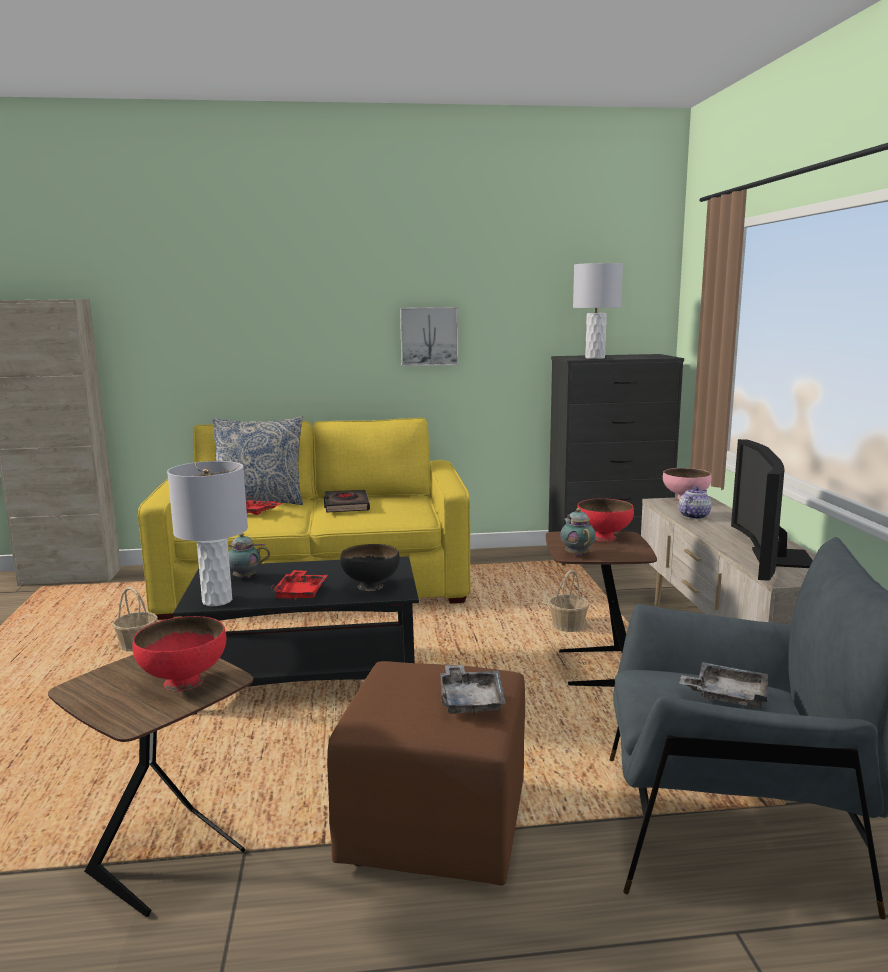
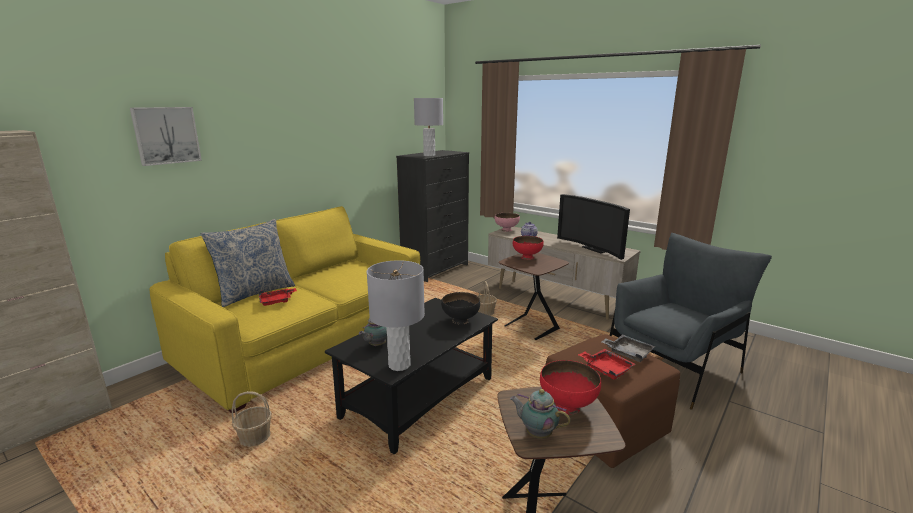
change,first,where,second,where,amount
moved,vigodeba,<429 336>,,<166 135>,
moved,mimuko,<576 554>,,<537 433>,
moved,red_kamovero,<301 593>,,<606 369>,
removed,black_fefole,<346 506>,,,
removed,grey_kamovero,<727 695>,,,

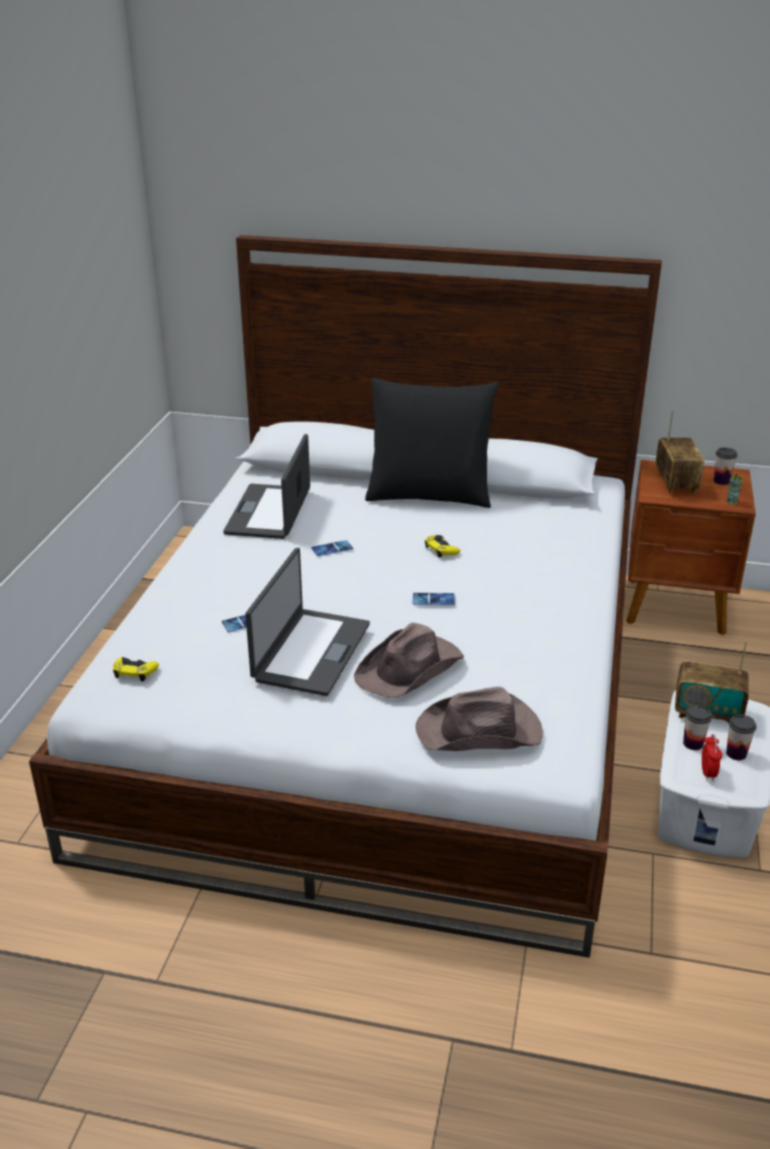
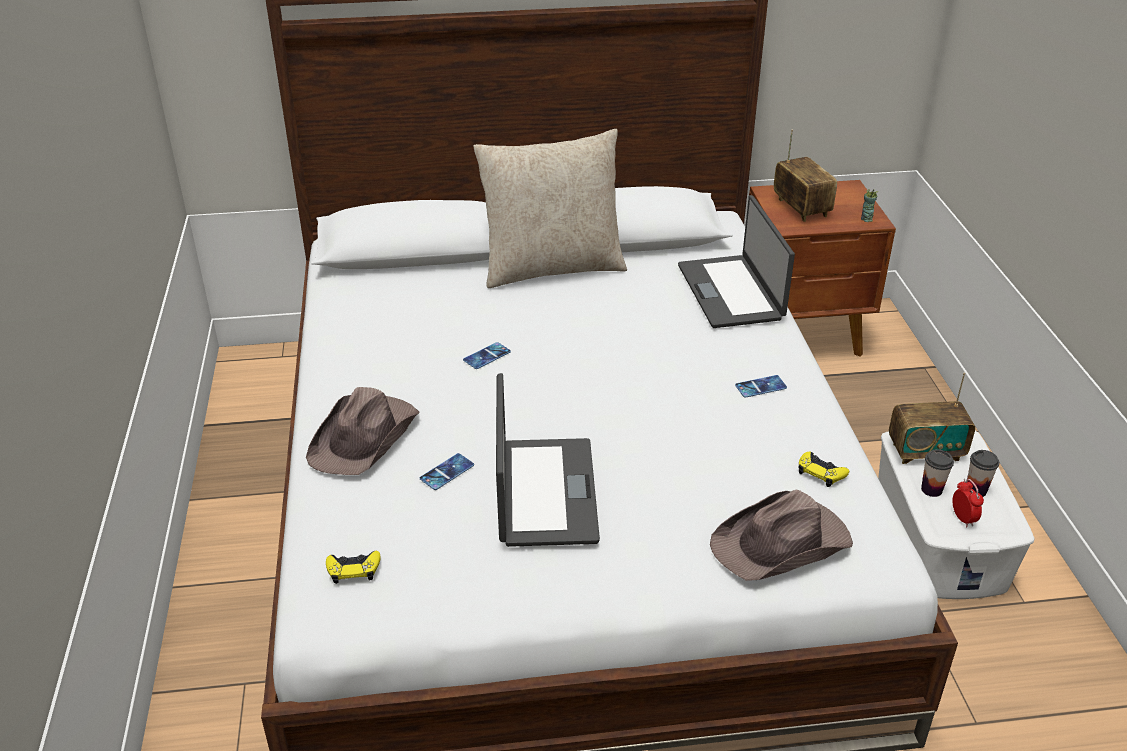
change,first,where,second,where,amount
moved,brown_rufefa,<410 668>,,<365 437>,
recoloured,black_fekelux,<429 495>,beige_fekelux,<552 267>,
moved,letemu,<270 512>,,<731 292>,
moved,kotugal,<433 599>,,<760 387>,
moved,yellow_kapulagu,<441 549>,,<821 472>,
removed,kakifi,<721 481>,,,

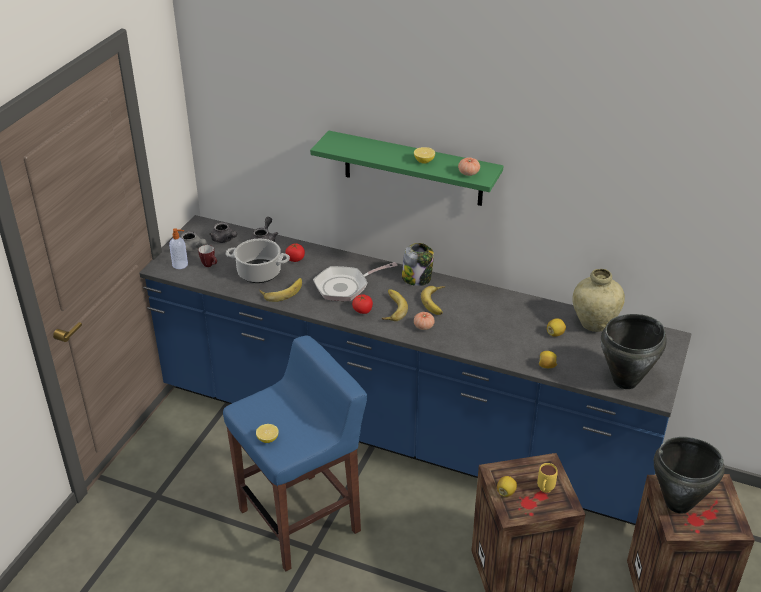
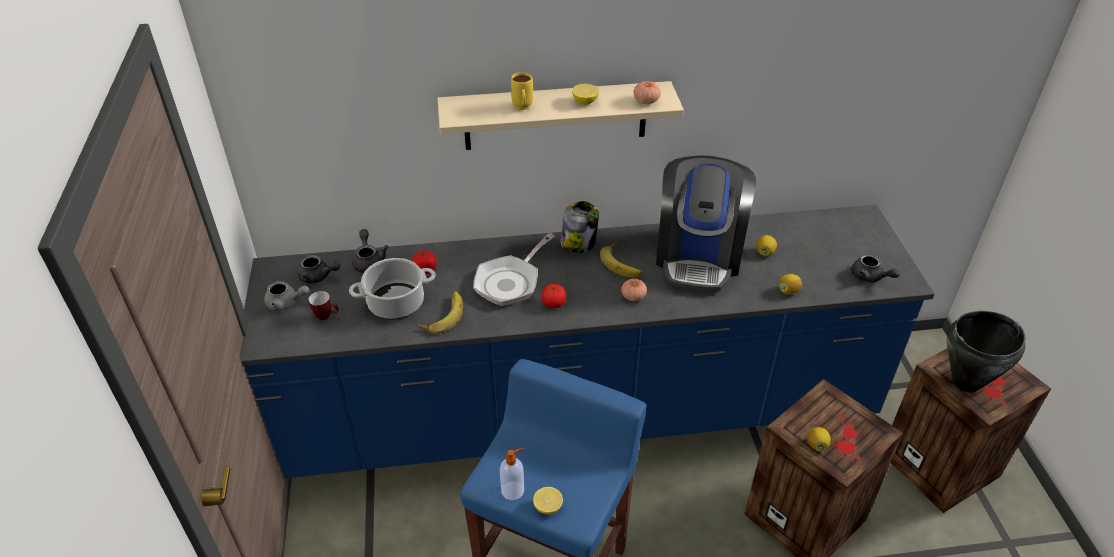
change,first,where,second,where,amount
recoloured,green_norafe,<413 169>,beige_norafe,<555 116>,
moved,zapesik,<180 265>,,<513 490>,
moved,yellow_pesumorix,<544 490>,,<522 108>,
added,,,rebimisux,<698 255>,
replaced,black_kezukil,<626 381>,grey_mimuko,<870 277>,
removed,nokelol,<391 308>,,,
removed,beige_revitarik,<594 323>,,,

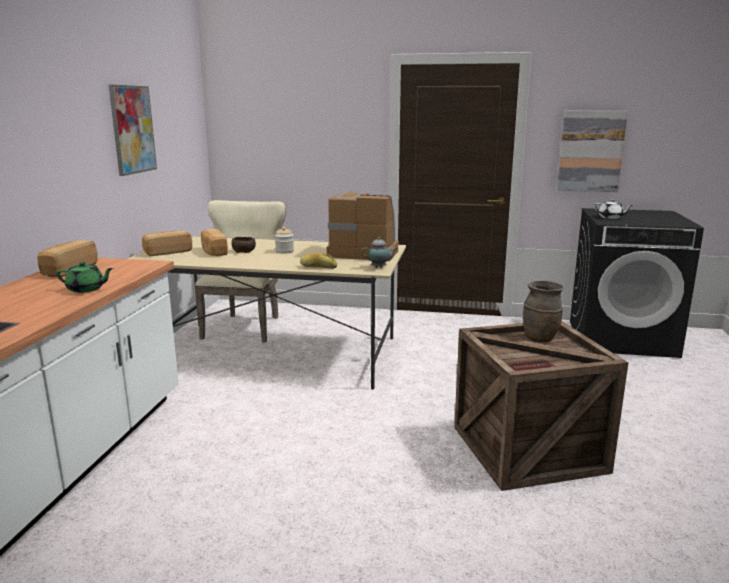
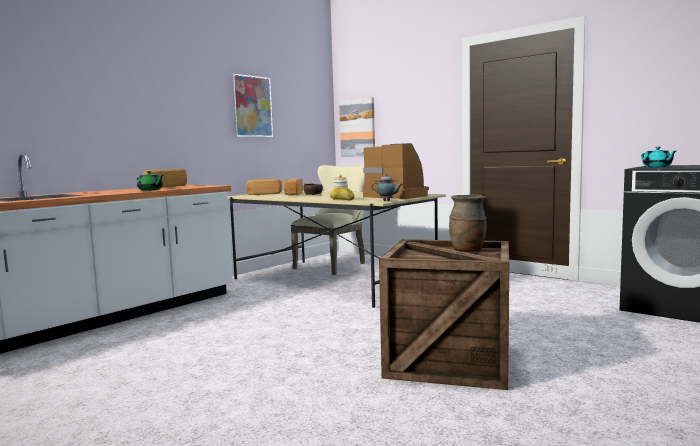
change,first,where,second,where,amount
moved,vigodeba,<590 151>,,<358 127>,
recoloured,white_mimuko,<611 217>,turquoise_mimuko,<657 167>,

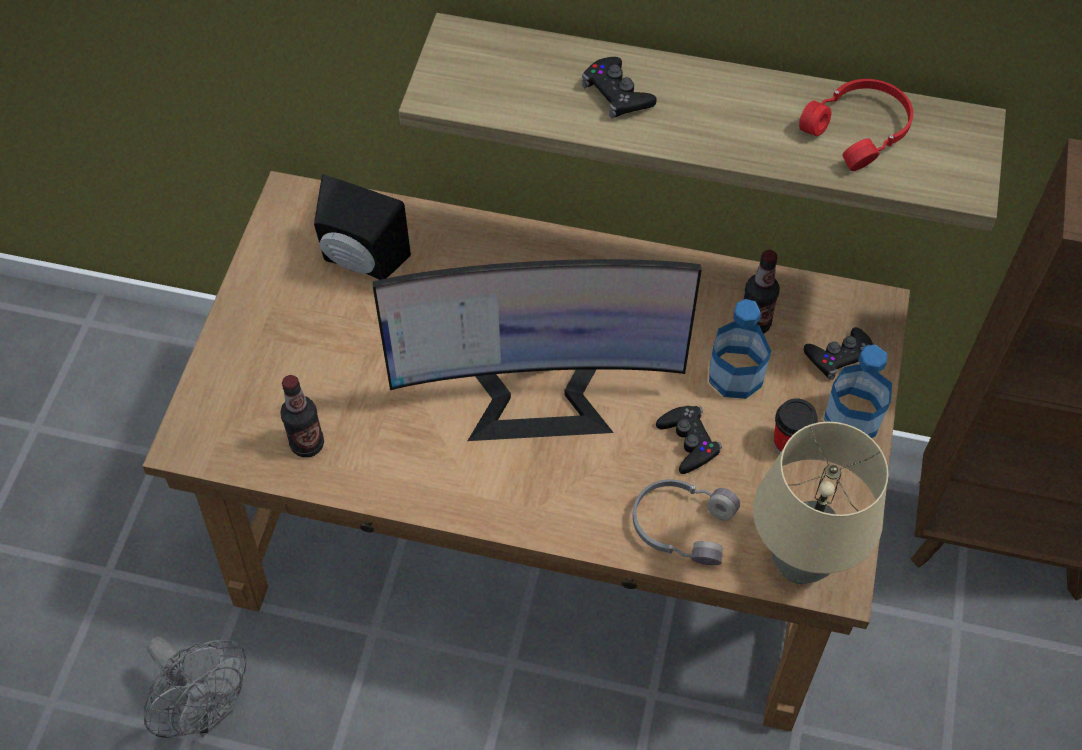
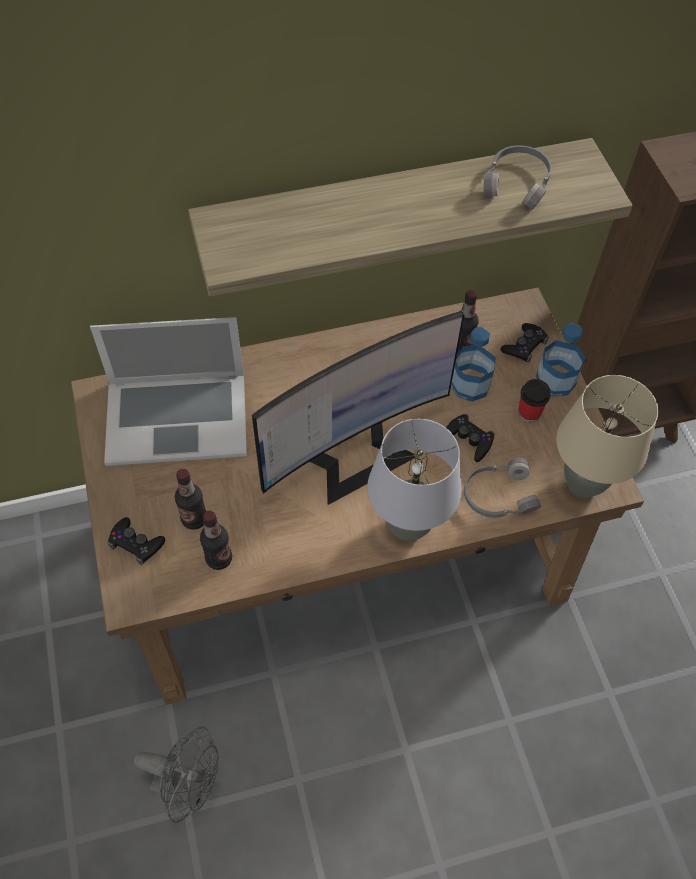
change,first,where,second,where,amount
replaced,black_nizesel,<360 262>,letemu,<177 417>,
moved,black_kapulagu,<617 94>,,<136 543>,
added,,,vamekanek,<194 519>,
added,,,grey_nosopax,<407 527>,
recoloured,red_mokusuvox,<860 131>,grey_mokusuvox,<518 183>,

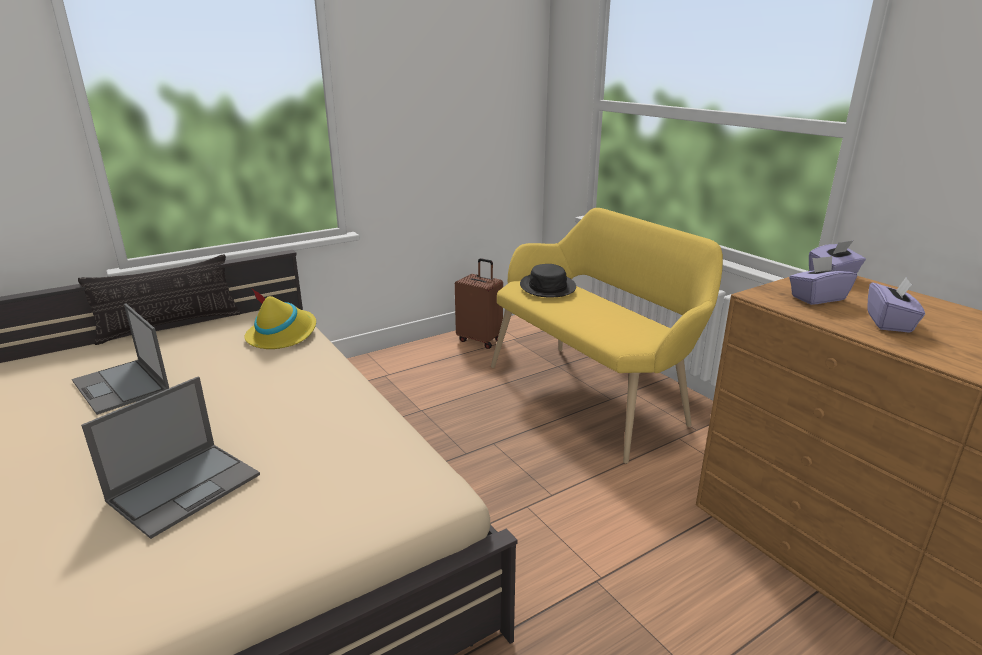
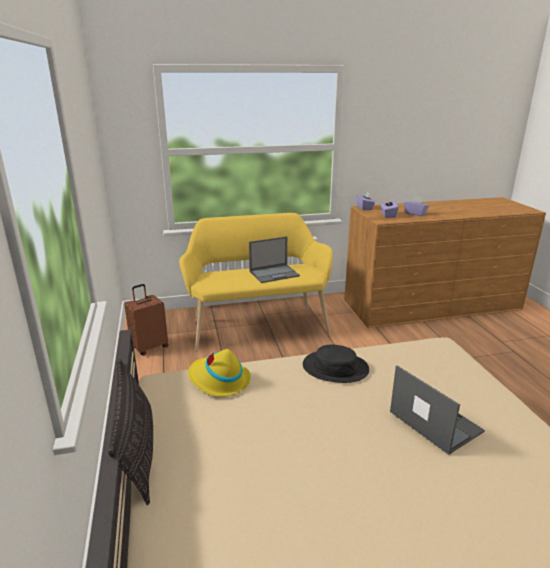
change,first,where,second,where,amount
moved,letemu,<122 386>,,<274 274>,
moved,black_rufefa,<548 287>,,<335 367>,

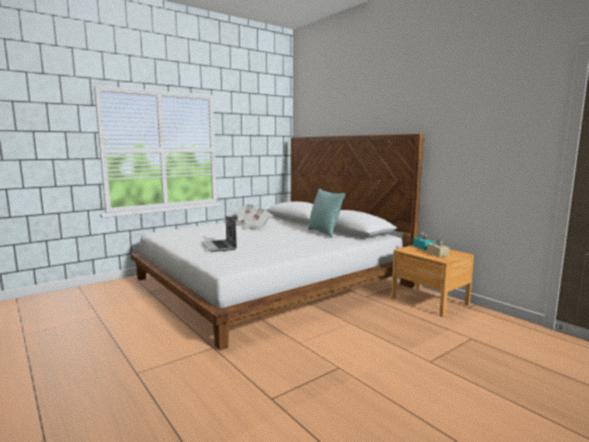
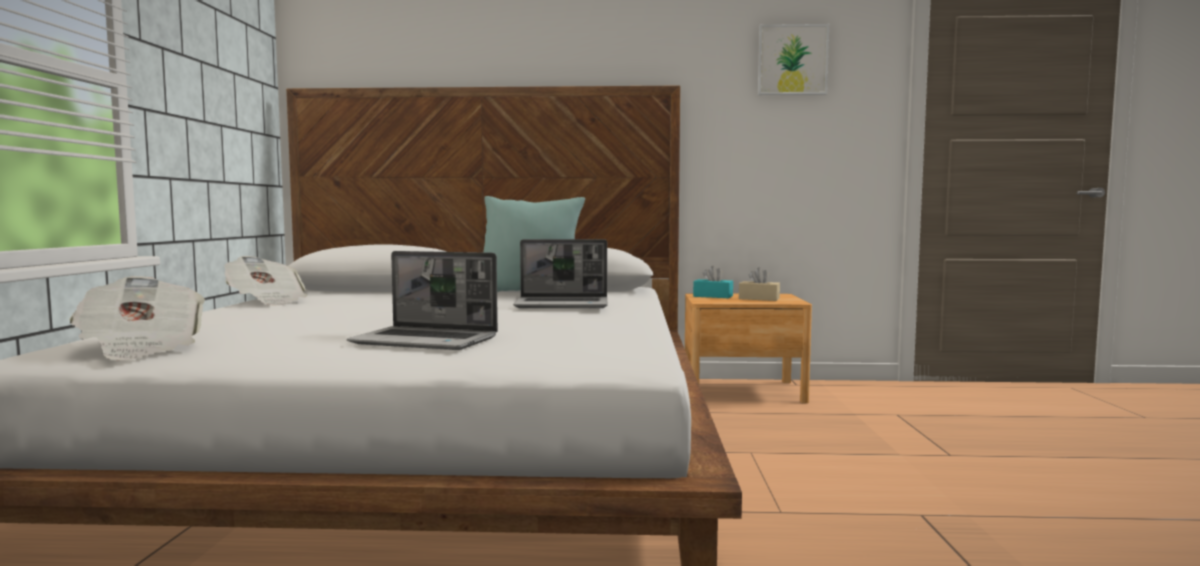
change,first,where,second,where,amount
moved,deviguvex,<256 226>,,<141 348>,
added,,,letemu,<563 305>,
added,,,vigodeba,<792 60>,

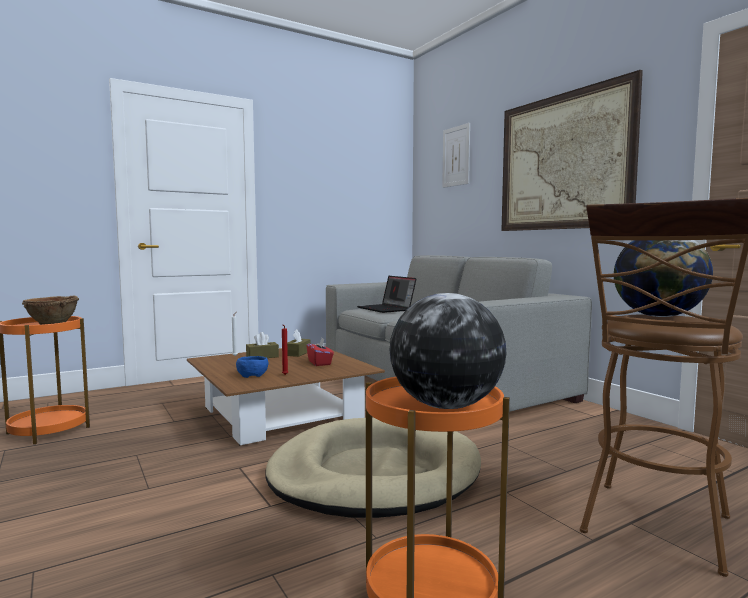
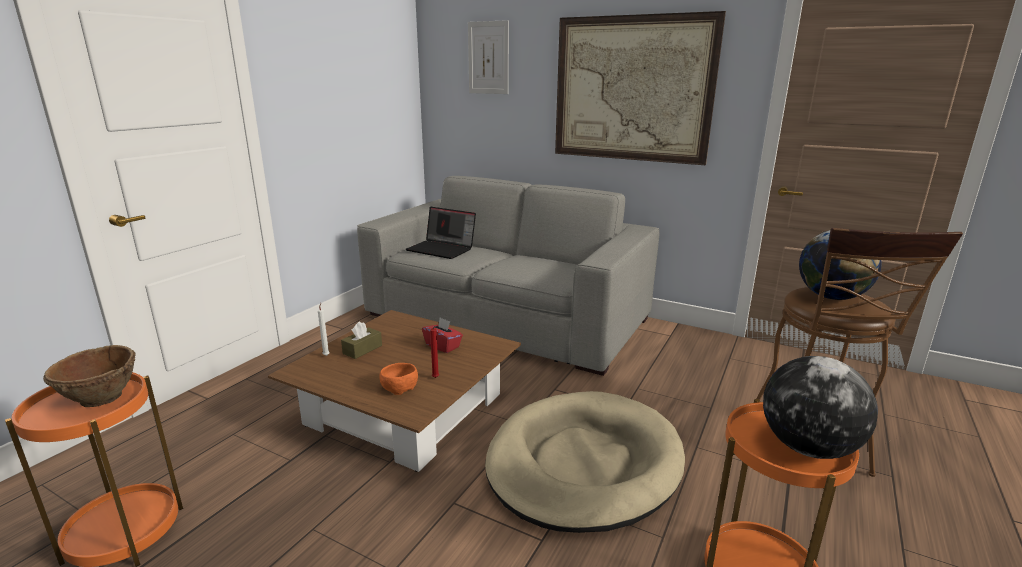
change,first,where,second,where,amount
recoloured,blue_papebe,<252 374>,orange_papebe,<399 387>,
removed,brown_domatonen,<298 353>,,,

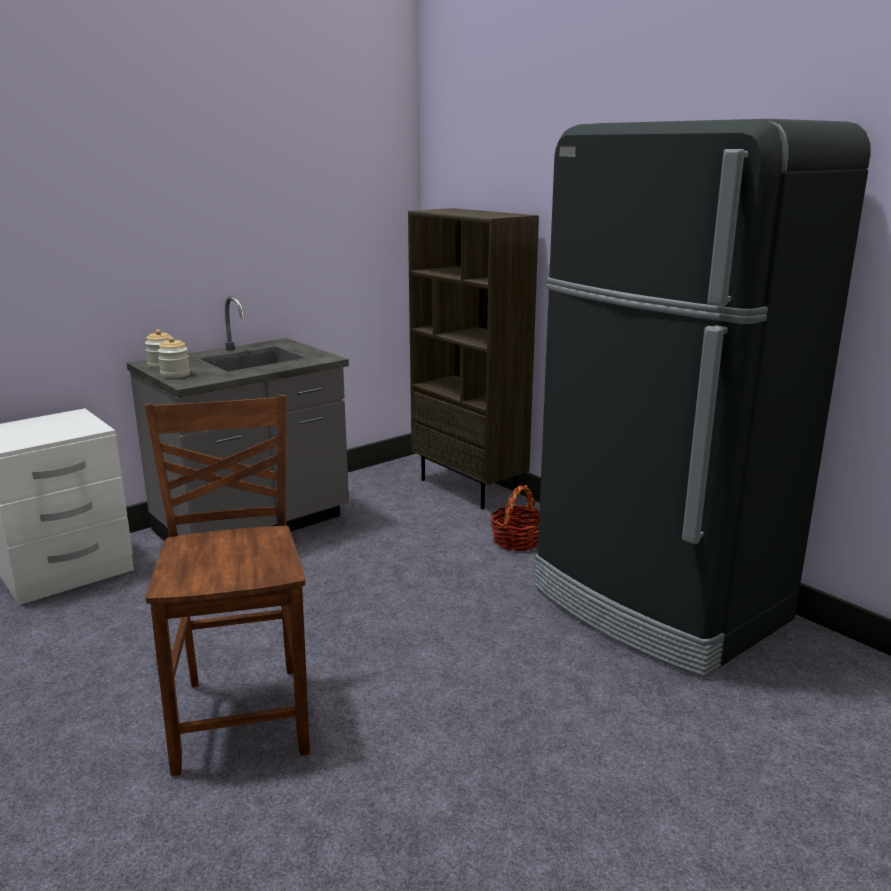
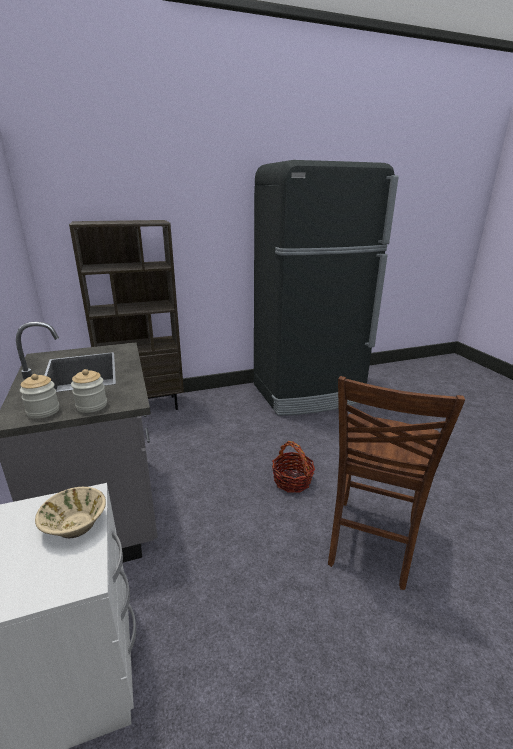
change,first,where,second,where,amount
added,,,beige_papebe,<75 525>,
moved,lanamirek,<517 541>,,<292 481>,
turned,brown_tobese,<244 715>,,<370 543>,75 degrees counterclockwise

